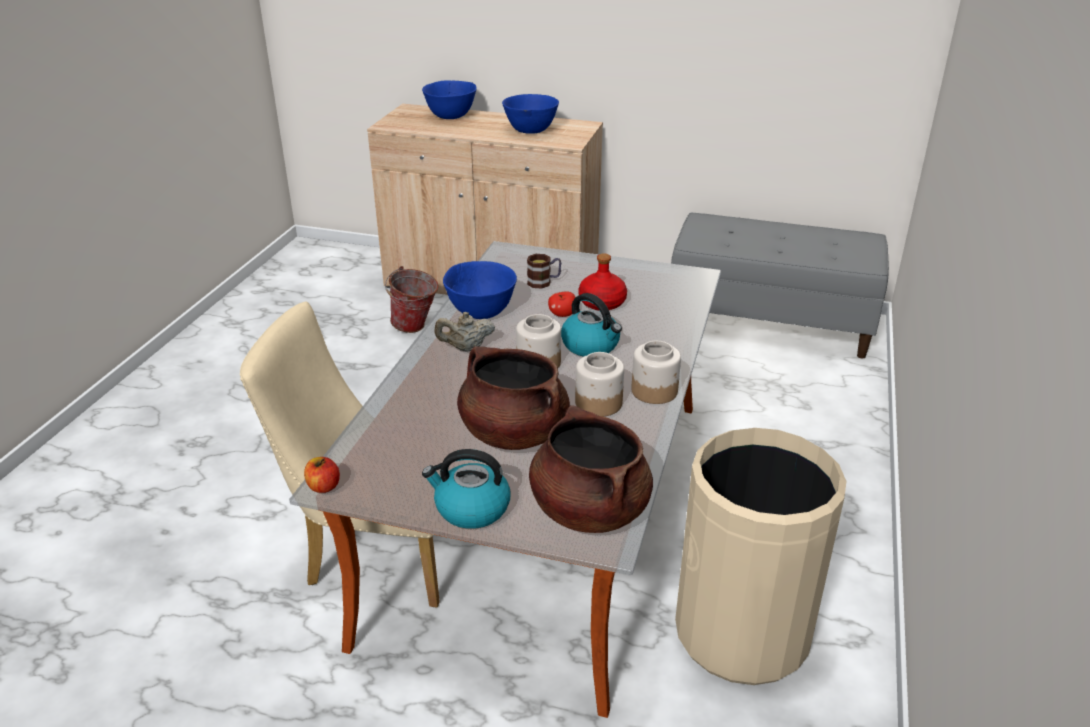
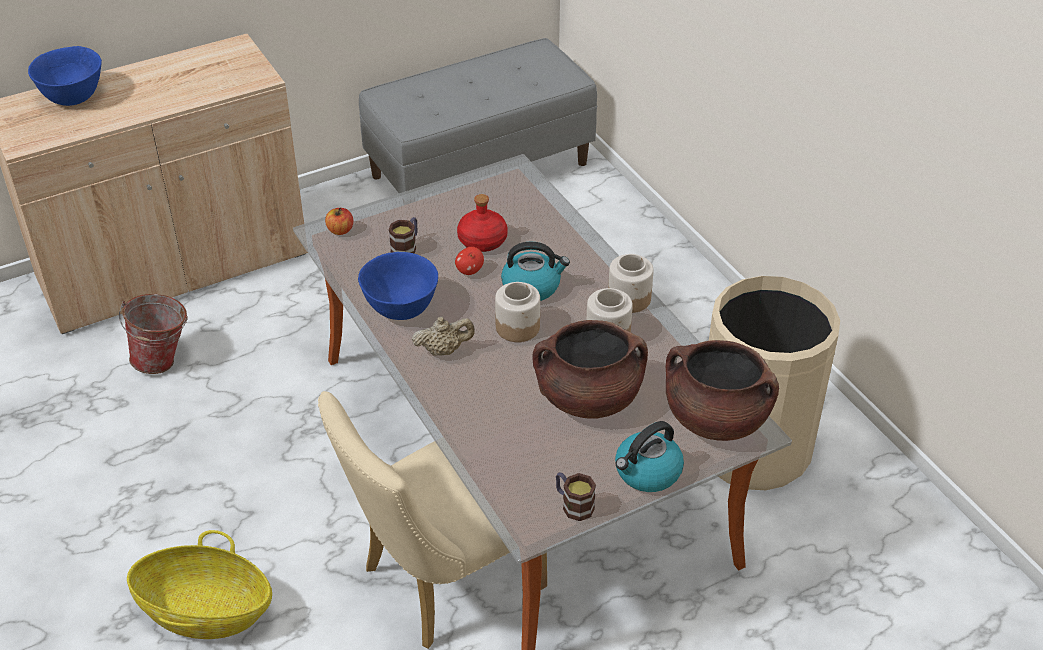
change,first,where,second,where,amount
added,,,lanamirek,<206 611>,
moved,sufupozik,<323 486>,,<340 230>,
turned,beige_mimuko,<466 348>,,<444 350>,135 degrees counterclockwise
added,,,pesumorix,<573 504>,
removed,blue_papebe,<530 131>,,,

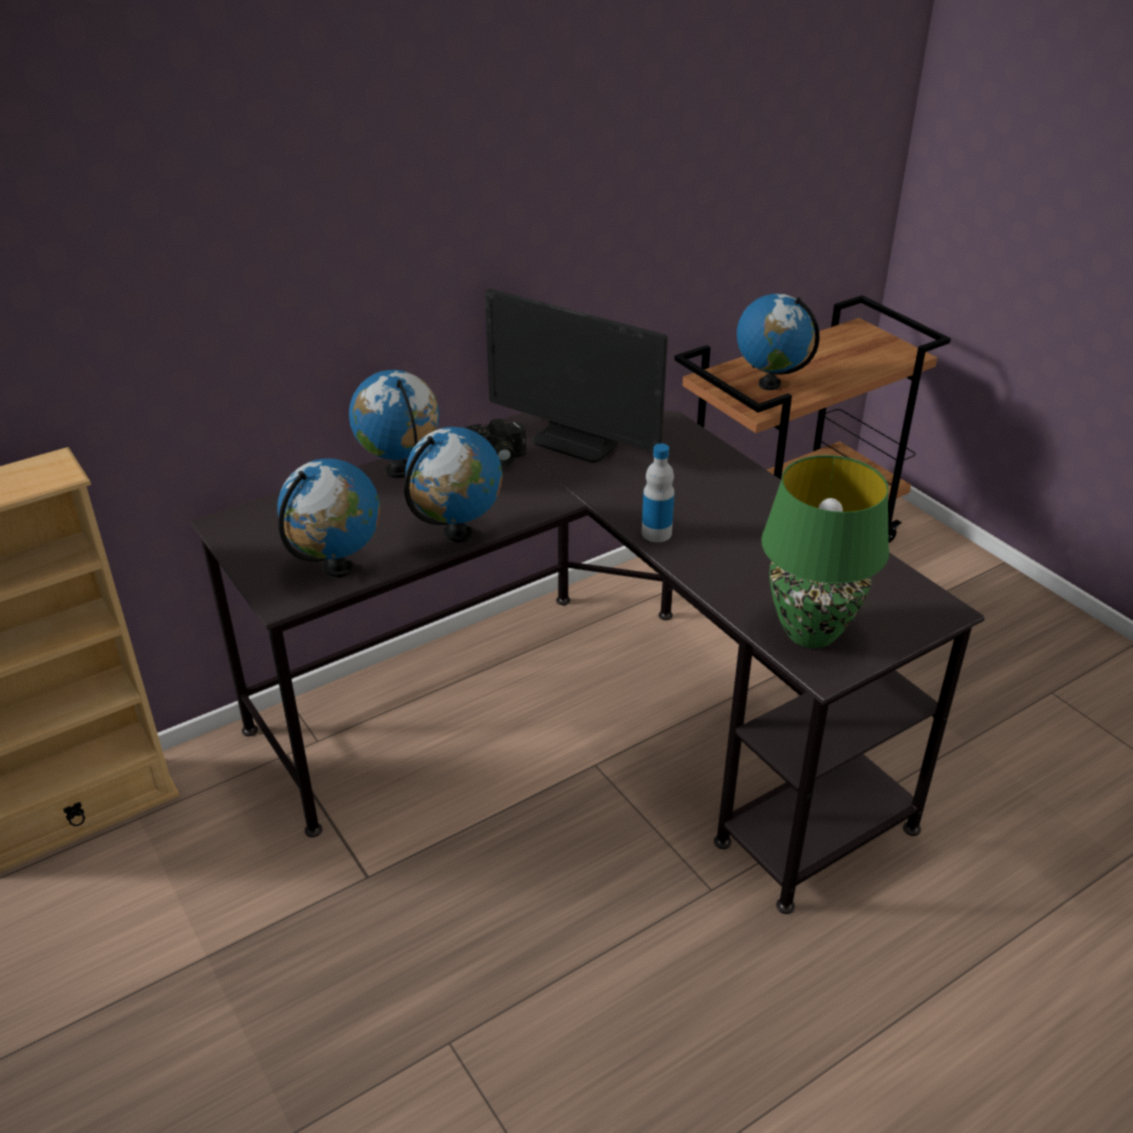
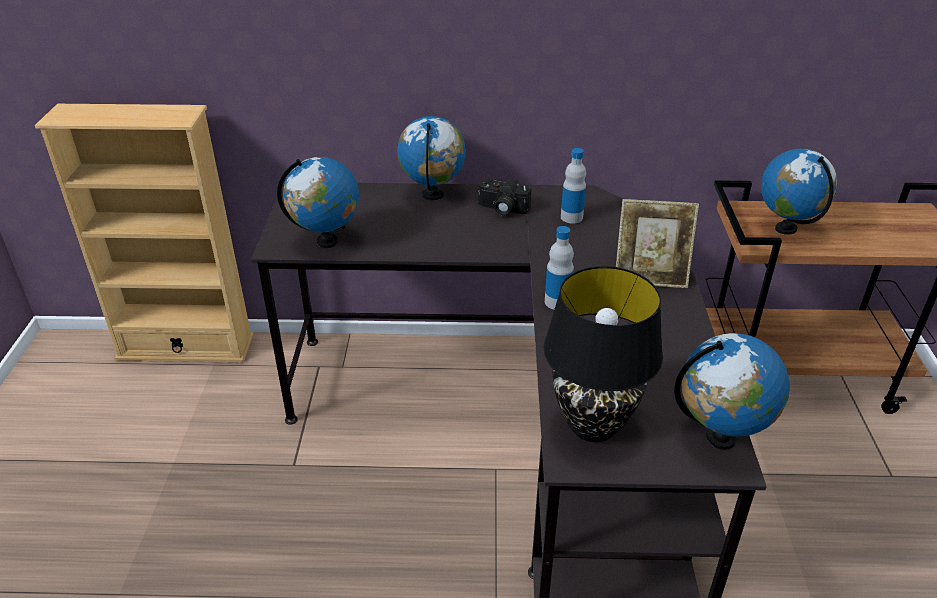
change,first,where,second,where,amount
recoloured,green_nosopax,<812 632>,black_nosopax,<594 426>,
replaced,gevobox,<576 442>,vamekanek,<571 217>,
added,,,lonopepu,<650 278>,
moved,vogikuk,<458 534>,,<720 438>,

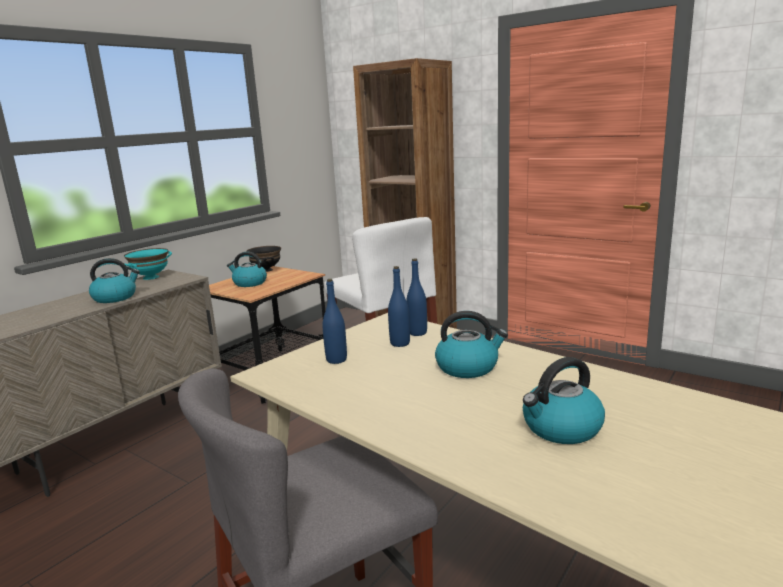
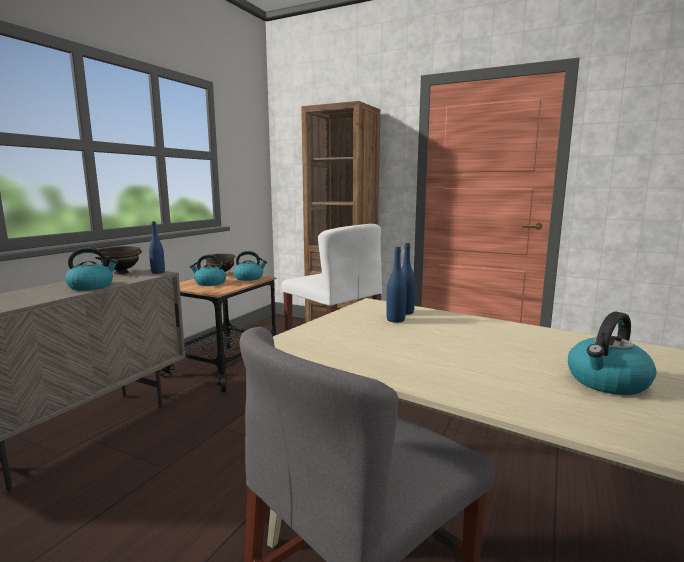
change,first,where,second,where,amount
recoloured,turquoise_papebe,<150 277>,black_papebe,<121 272>,
moved,blue_vamekanek,<336 360>,,<158 272>,
moved,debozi,<468 367>,,<249 278>,

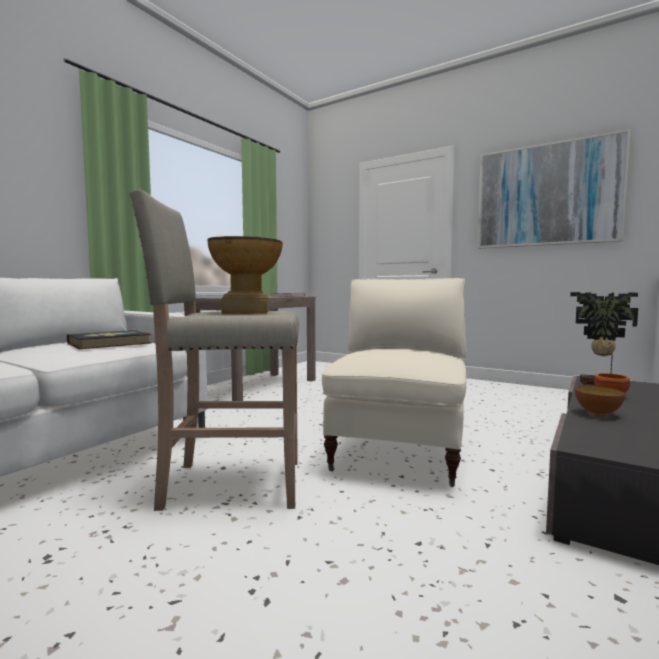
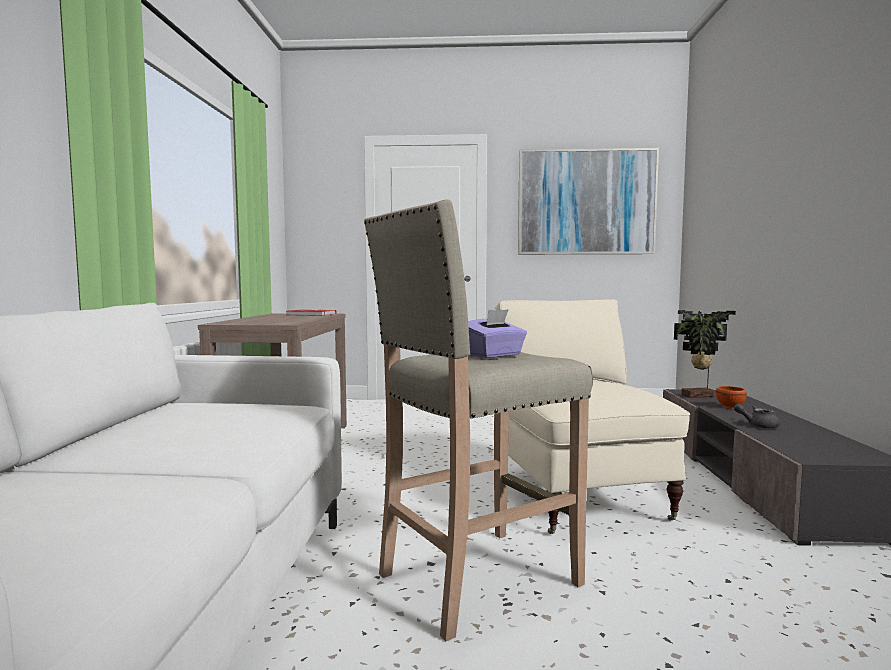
change,first,where,second,where,amount
replaced,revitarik,<247 312>,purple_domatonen,<494 355>,
replaced,papebe,<598 414>,grey_mimuko,<757 425>,
removed,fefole,<109 343>,,,

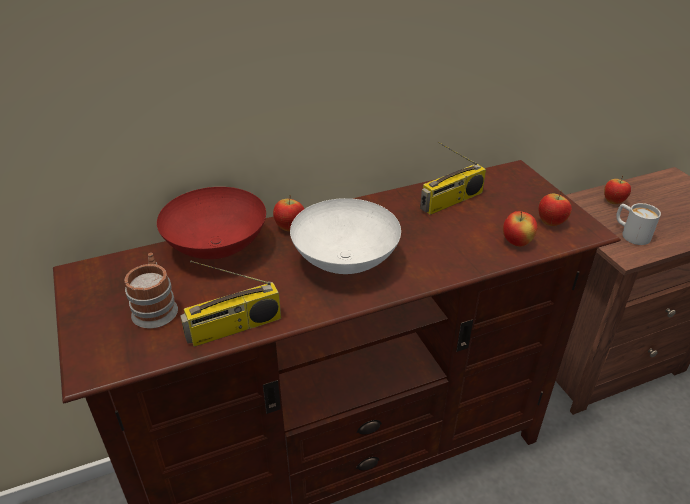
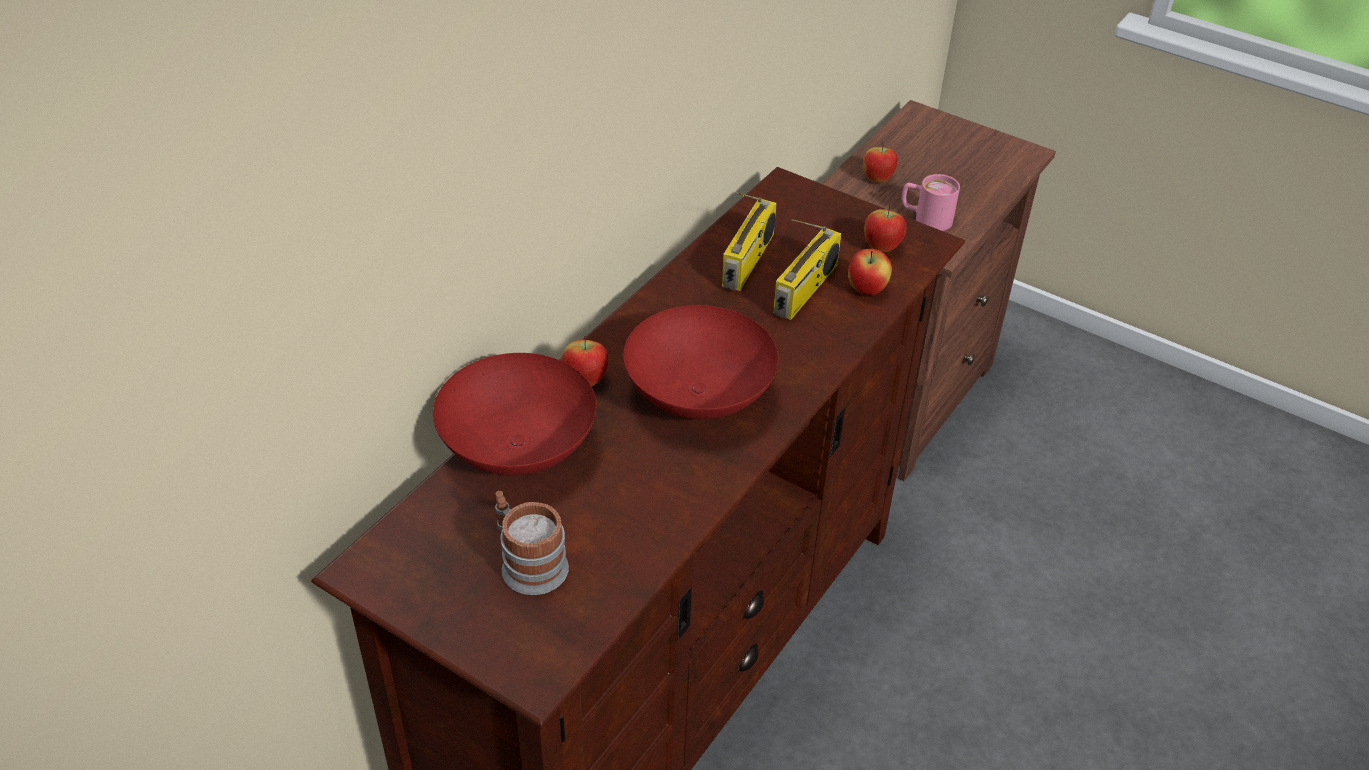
change,first,where,second,where,amount
recoloured,white_papebe,<345 262>,red_papebe,<700 399>,
moved,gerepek,<234 328>,,<806 290>,
recoloured,white_pesumorix,<630 234>,pink_pesumorix,<925 219>,

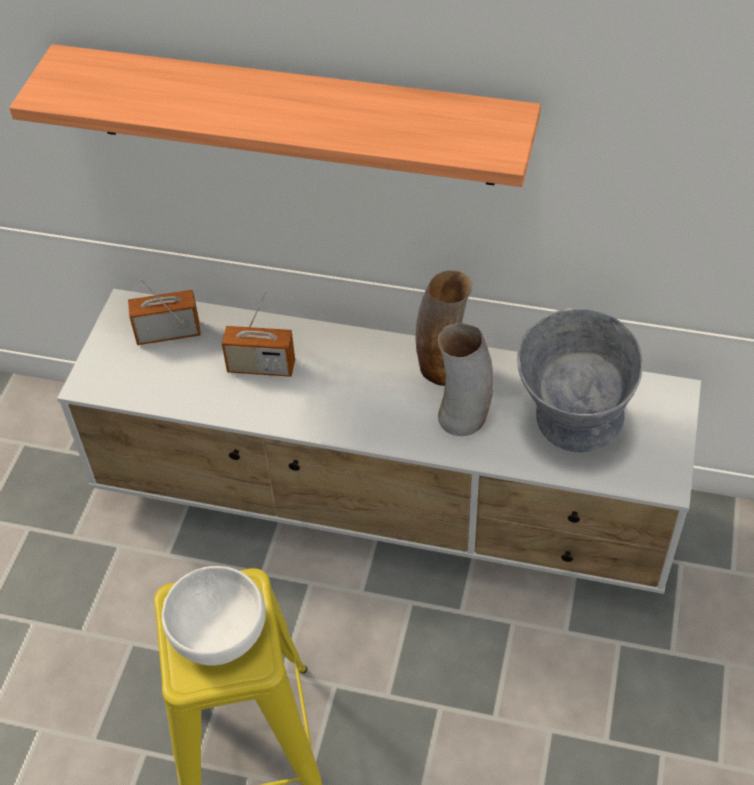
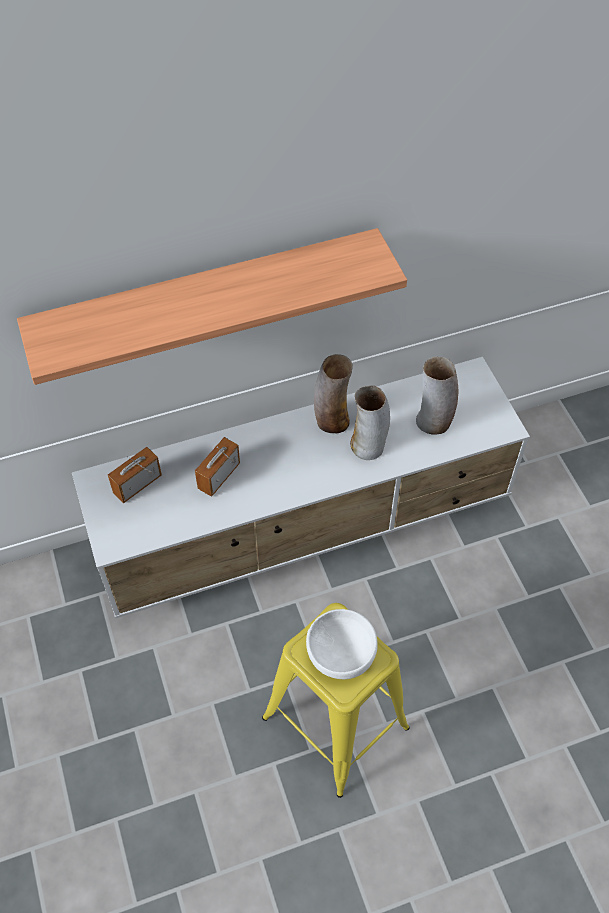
change,first,where,second,where,amount
turned,gerepek,<261 367>,,<219 476>,150 degrees clockwise
replaced,grey_papebe,<569 429>,revitarik,<433 422>,

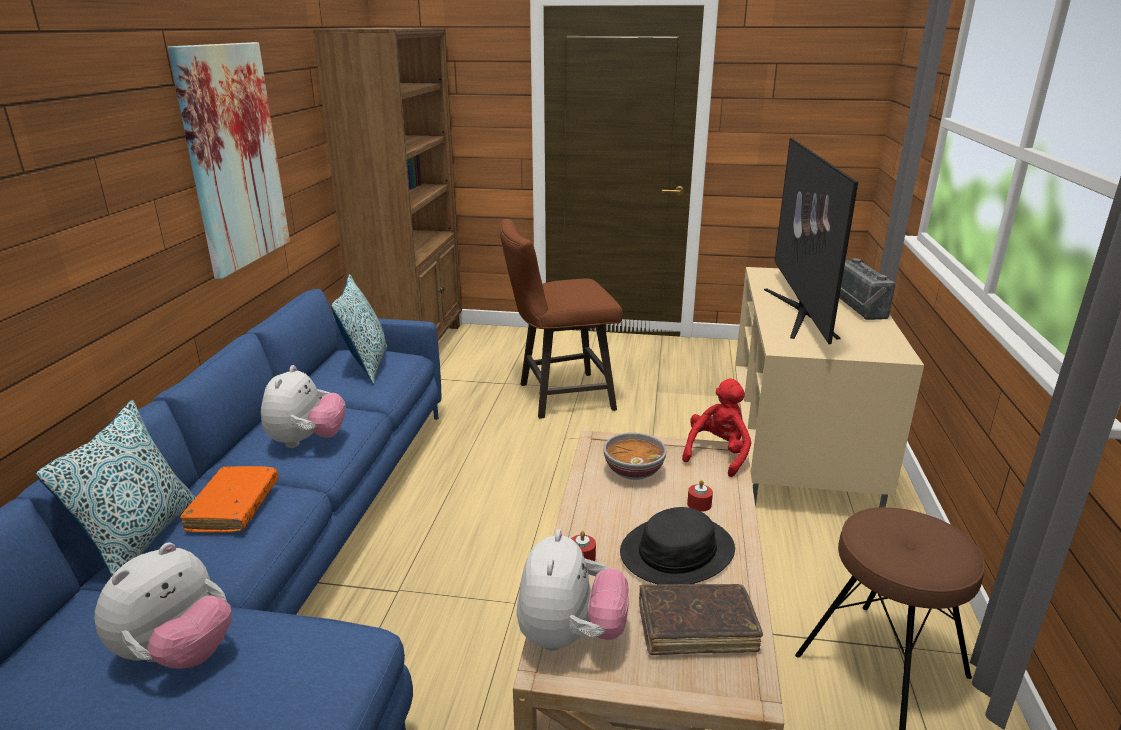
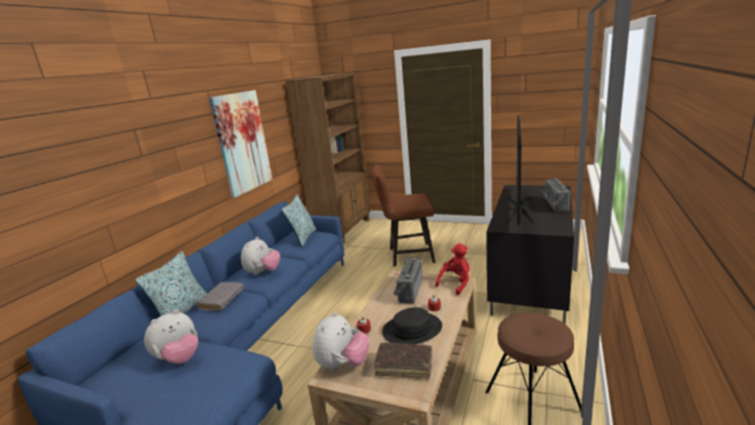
change,first,where,second,where,amount
recoloured,orange_fefole,<234 507>,grey_fefole,<222 300>,
replaced,papebe,<633 470>,gerepek,<408 290>,
recoloured,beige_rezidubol,<801 447>,black_rezidubol,<532 284>,

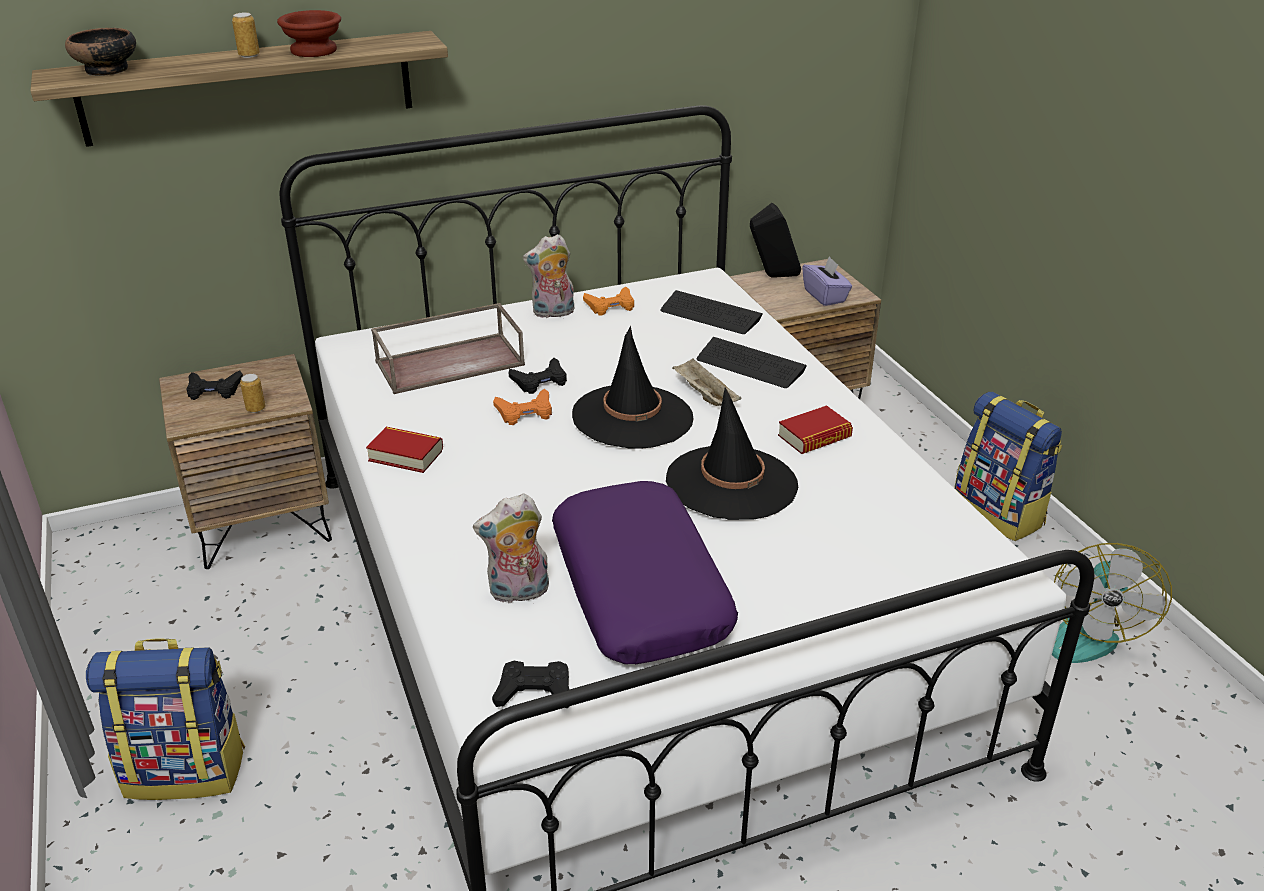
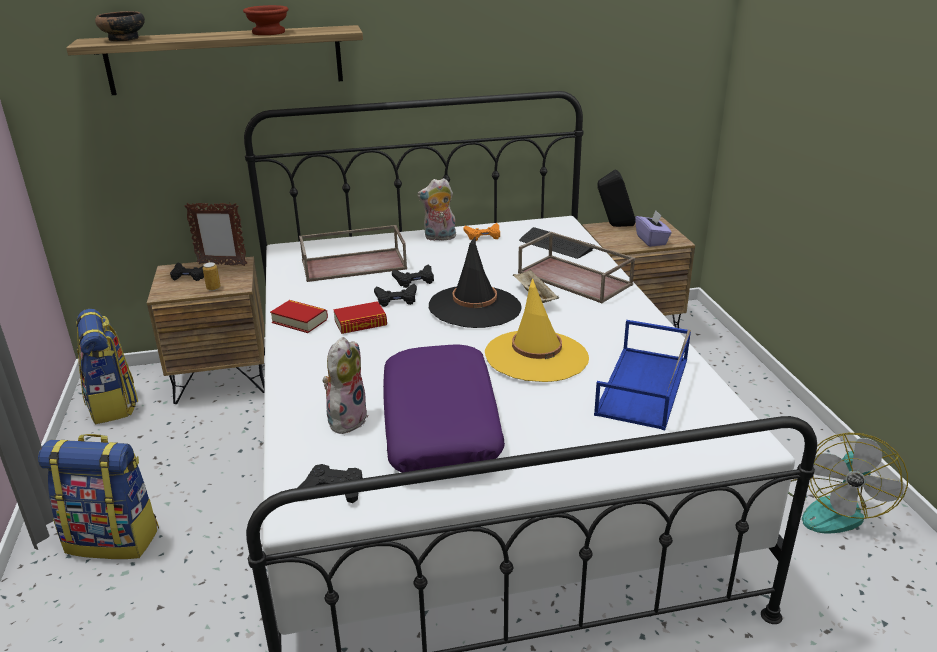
change,first,where,second,where,amount
moved,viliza,<999 513>,,<113 404>,
added,,,lonopepu,<222 264>,
turned,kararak,<518 593>,,<346 418>,120 degrees clockwise
moved,fefole,<814 437>,,<360 323>,
recoloured,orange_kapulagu,<525 412>,black_kapulagu,<396 299>,
recoloured,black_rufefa,<731 483>,yellow_rufefa,<536 356>,
replaced,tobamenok,<750 365>,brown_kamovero,<576 278>,
added,,,blue_kamovero,<644 387>,
removed,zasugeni,<249 55>,,,

